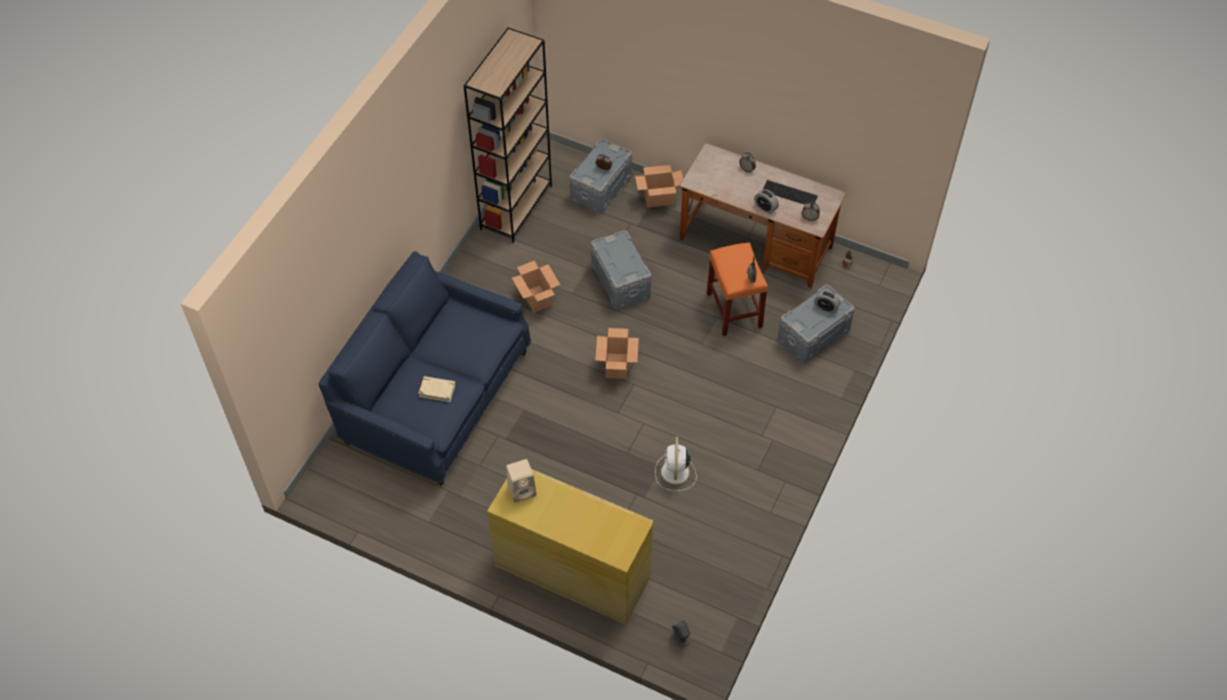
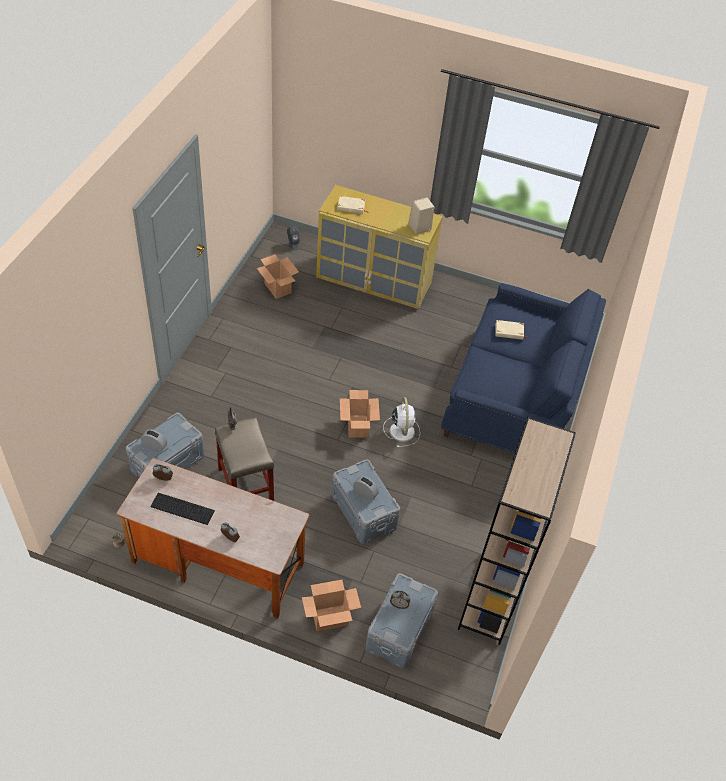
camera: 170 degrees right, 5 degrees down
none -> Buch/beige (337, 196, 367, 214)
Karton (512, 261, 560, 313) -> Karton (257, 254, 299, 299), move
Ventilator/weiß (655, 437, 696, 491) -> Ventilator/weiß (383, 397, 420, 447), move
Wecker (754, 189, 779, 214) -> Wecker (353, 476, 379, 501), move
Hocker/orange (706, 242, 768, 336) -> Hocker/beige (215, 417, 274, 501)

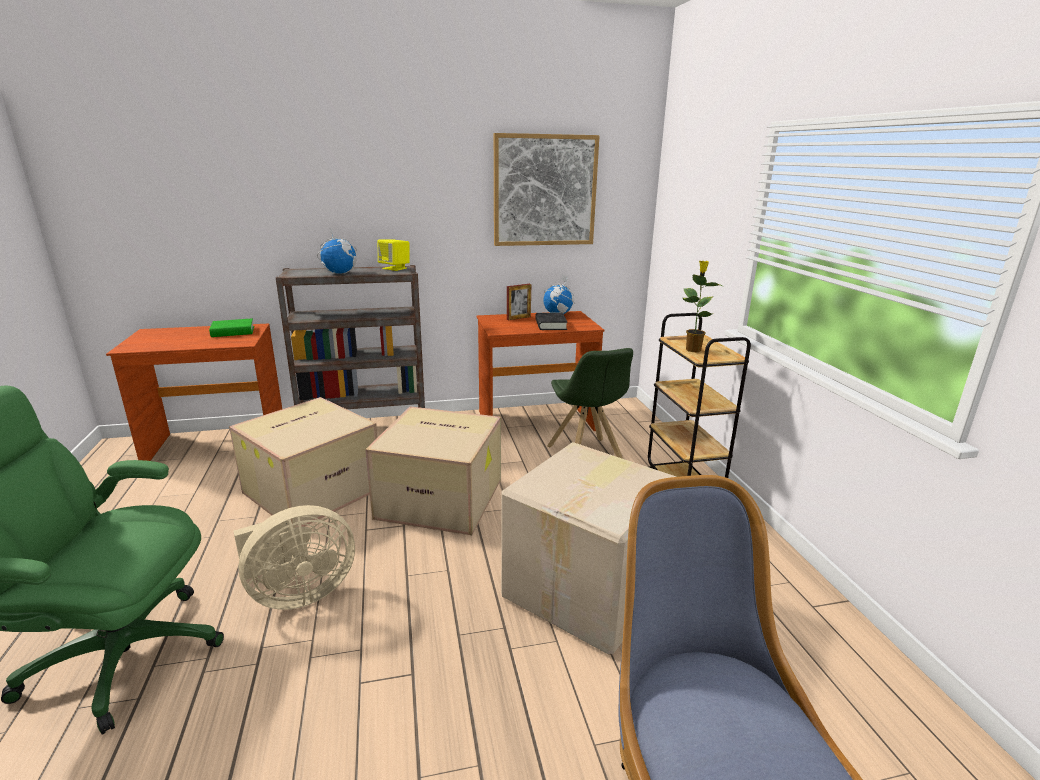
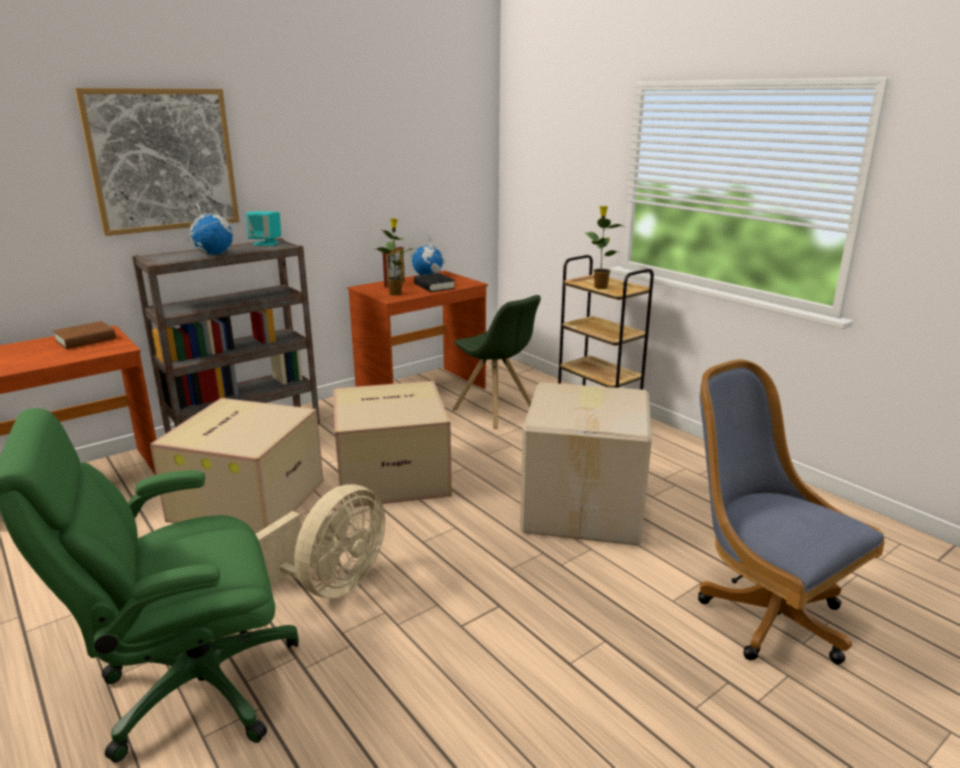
camera: 25 degrees left, 0 degrees up
none -> Topfpflanze (373, 218, 412, 296)
Bild (494, 133, 600, 246) -> Bild (75, 88, 239, 236), move
Buch/grün (209, 318, 254, 337) -> Buch/braun (53, 321, 116, 349)
Lautsprecher/gelb (378, 239, 409, 271) -> Lautsprecher/türkis (246, 211, 281, 246)

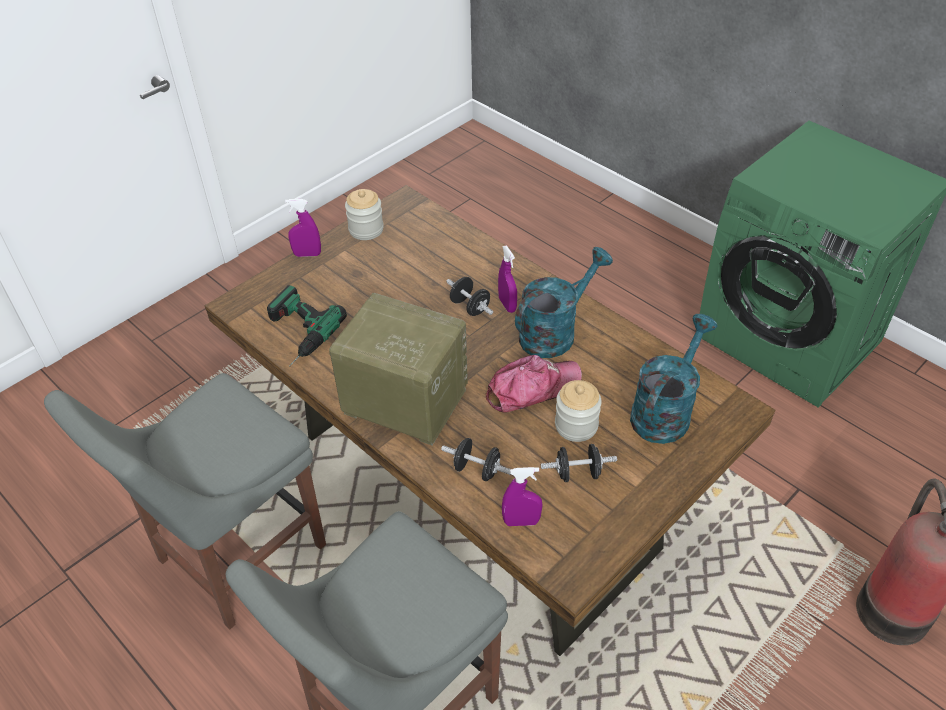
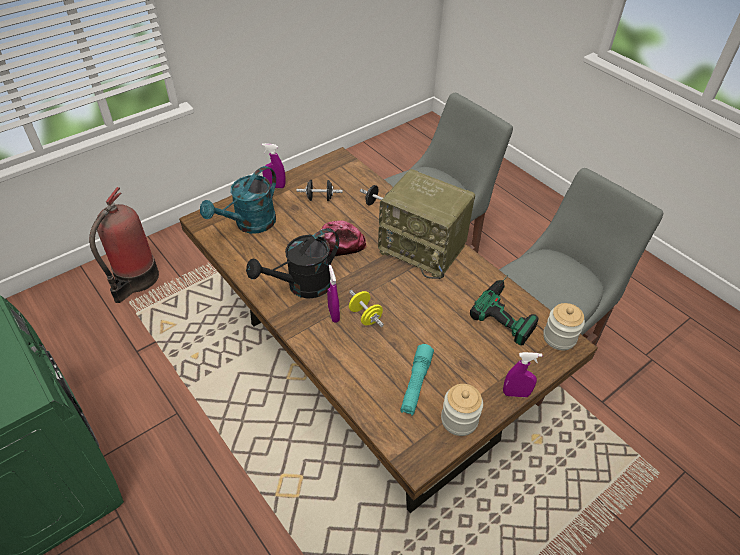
camera: 175 degrees left, 0 degrees up
none -> Taschenlampe/türkis (400, 344, 434, 416)
Sprühflasche/lila (502, 467, 543, 526) -> Sprühflasche/lila (262, 143, 286, 188), move
Vorratsglas (555, 380, 602, 442) -> Vorratsglas (543, 303, 585, 351), move
Hantel/schwarz (446, 277, 493, 316) -> Hantel/gelb (349, 290, 384, 327)
Gießkanne/türkis (515, 247, 613, 358) -> Gießkanne/schwarz (246, 228, 339, 299)

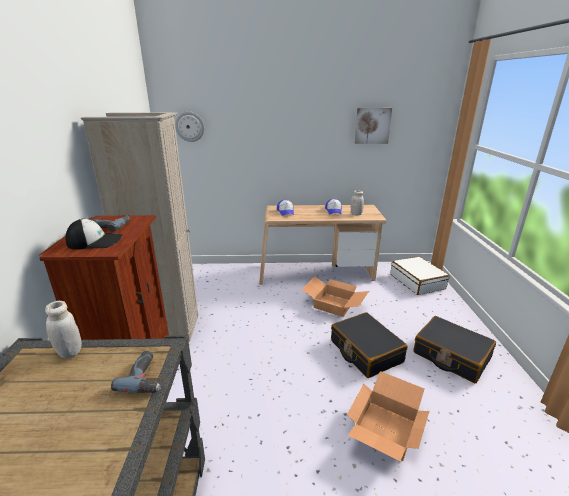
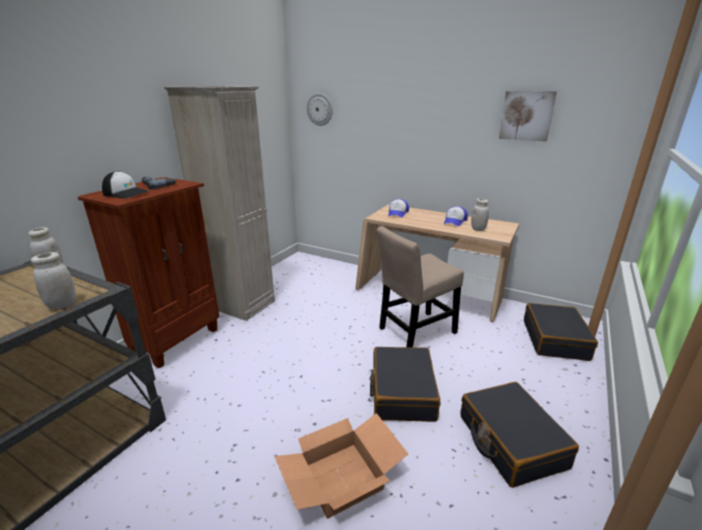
camera: 30 degrees right, 0 degrees up
Bohrmaschine (111, 351, 161, 393) -> Vorratsglas/weiß (31, 252, 76, 309)
Karton (301, 276, 369, 317) -> Stuhl/beige (376, 226, 464, 347)
Koffer/weiß (390, 256, 449, 295) -> Koffer/schwarz (524, 303, 598, 361)

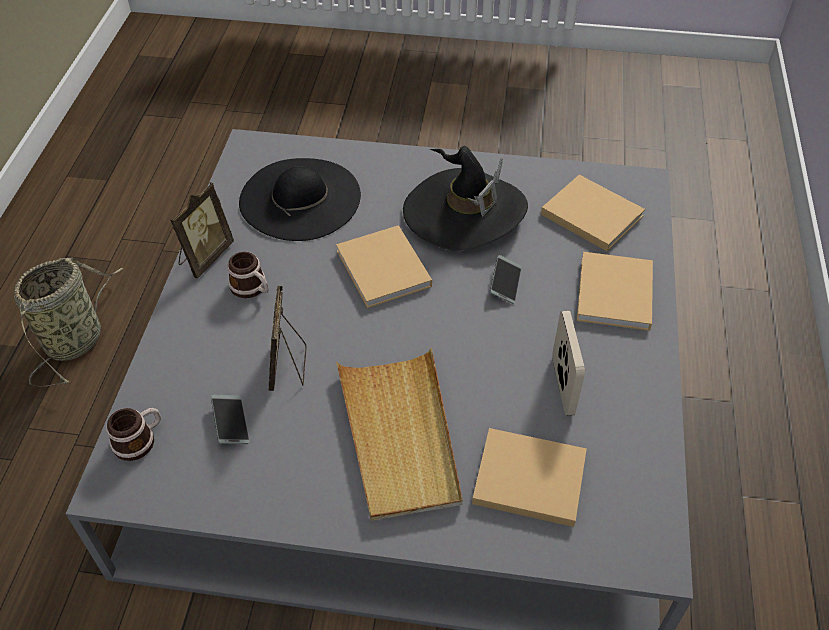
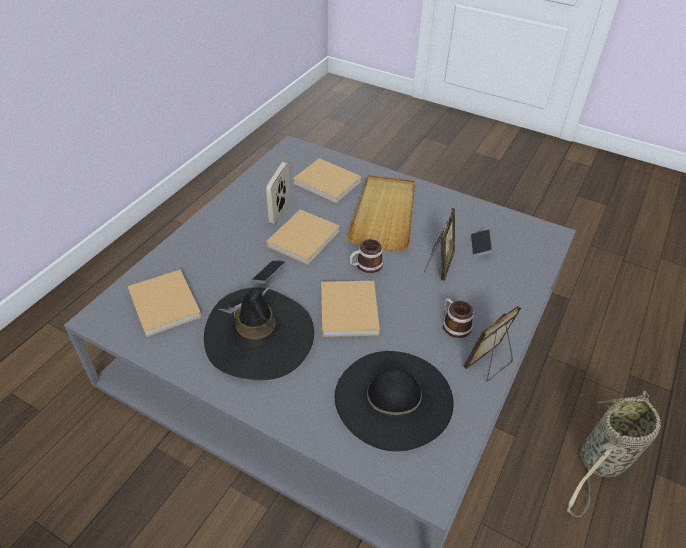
camera: 160 degrees left, 5 degrees down
Henkelbecher (106, 408, 161, 461) -> Henkelbecher (349, 239, 383, 273), move
Buch/beige (577, 252, 653, 331) -> Buch/beige (266, 210, 340, 265), move

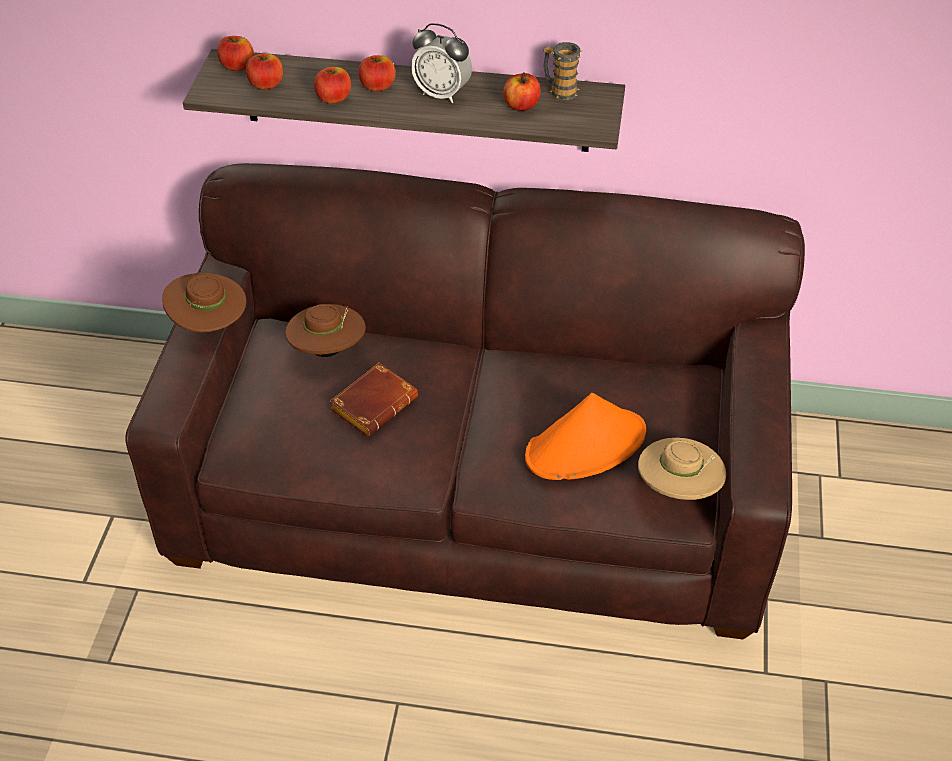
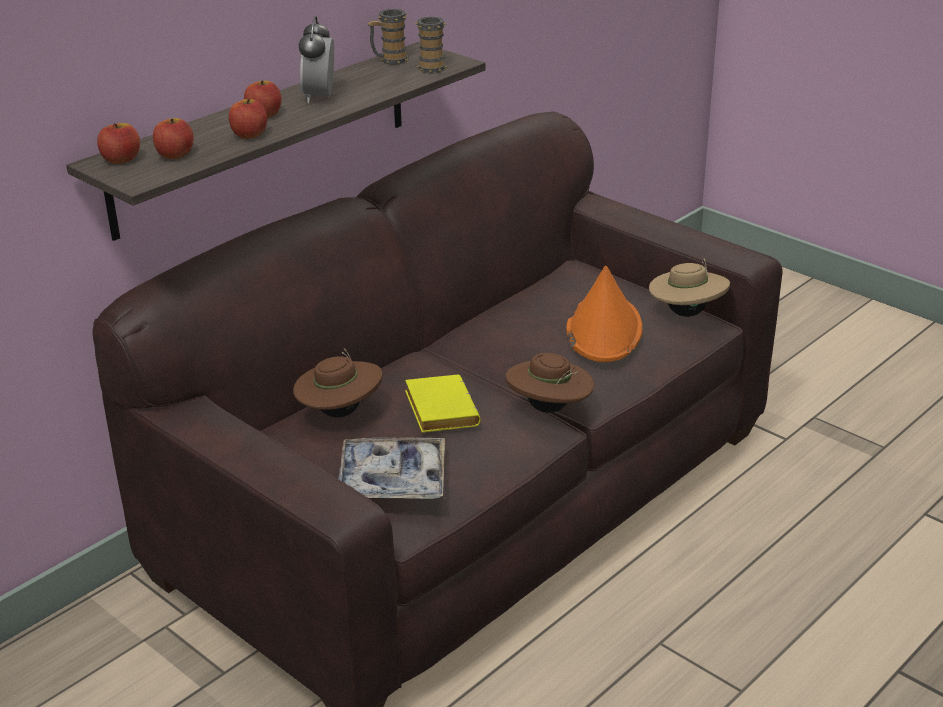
camera: 55 degrees left, 15 degrees down
Apfel (503, 72, 541, 111) -> none
none -> Tablett (338, 438, 445, 499)
none -> Henkelbecher (415, 17, 447, 74)
Hut/braun (162, 273, 247, 332) -> Hut/braun (506, 353, 594, 413), move
Buch/braun (329, 363, 418, 436) -> Buch/gelb (405, 374, 481, 433)
Wecker (411, 23, 472, 103) -> Wecker (299, 16, 334, 103), 120 degrees clockwise

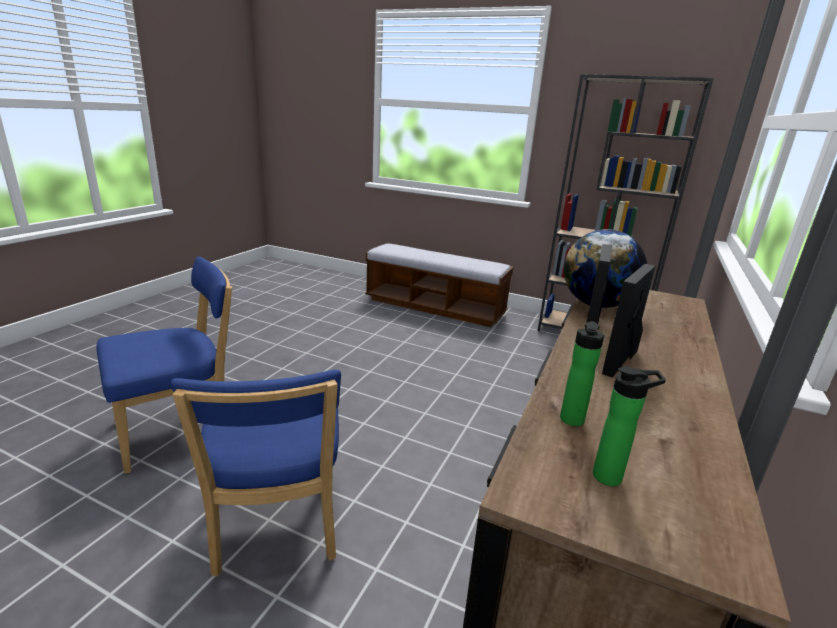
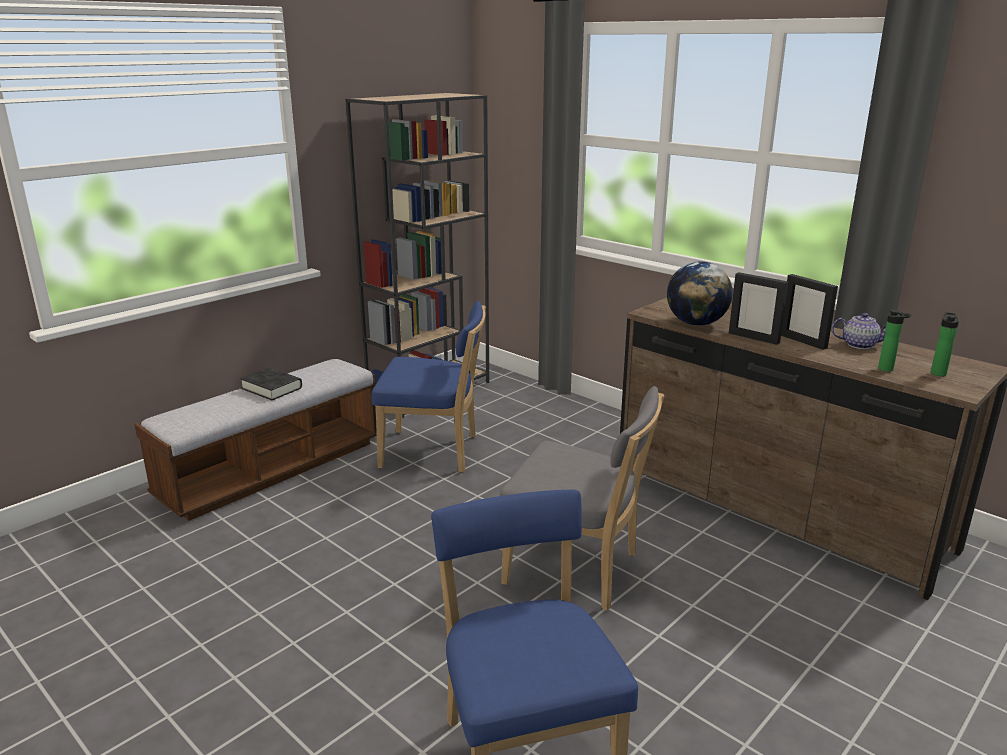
camera: 70 degrees left, 0 degrees up
none -> Buch/schwarz (240, 368, 302, 400)
none -> Stuhl/grau (500, 386, 664, 611)
none -> Teekanne (832, 313, 887, 349)
Stuhl/blau (171, 370, 341, 576) -> Stuhl/blau (372, 301, 486, 472), move

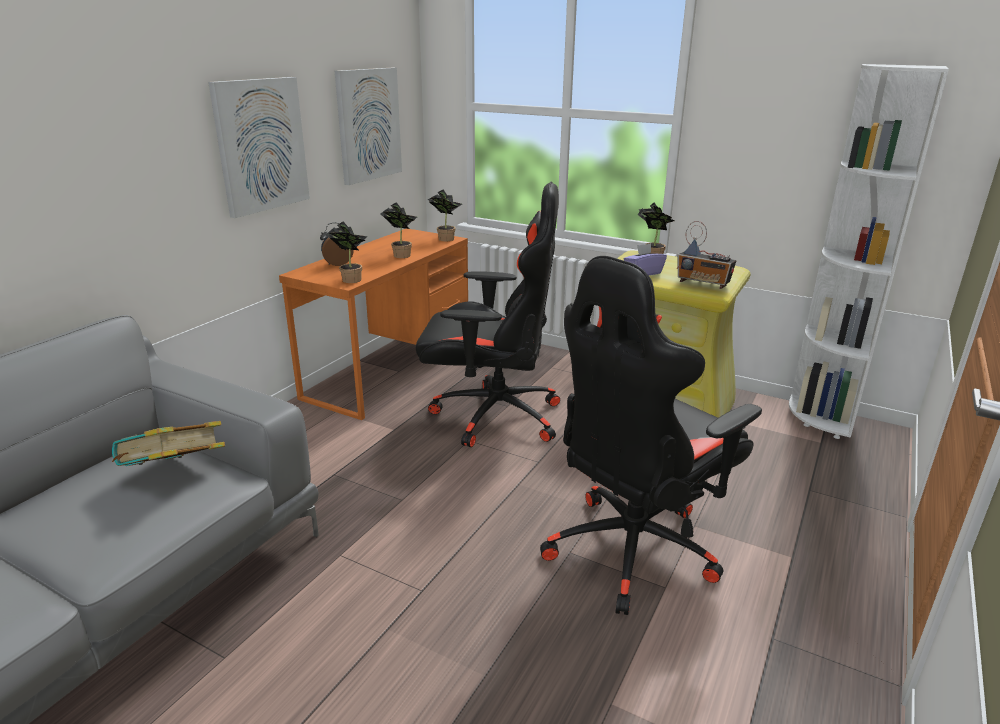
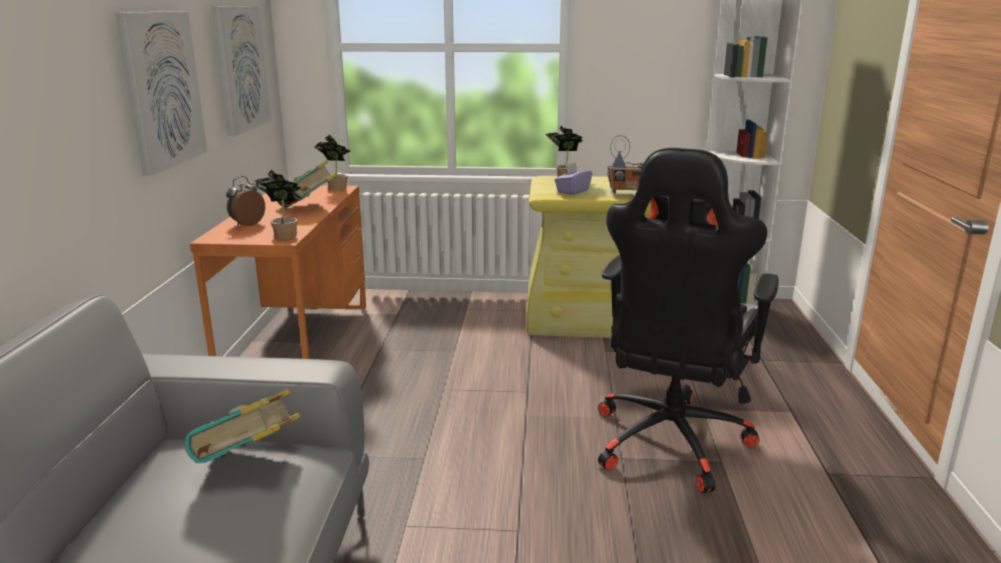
camera: 25 degrees left, 5 degrees down
Bürostuhl/schwarz (416, 182, 560, 447) -> none
Topfpflanze (380, 202, 417, 258) -> Buch (277, 160, 337, 208)

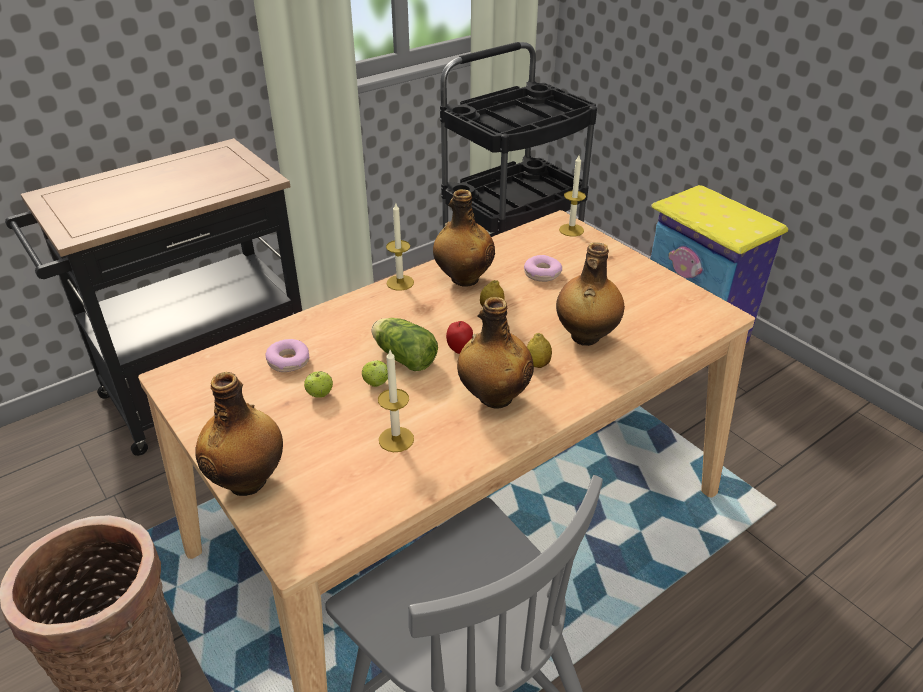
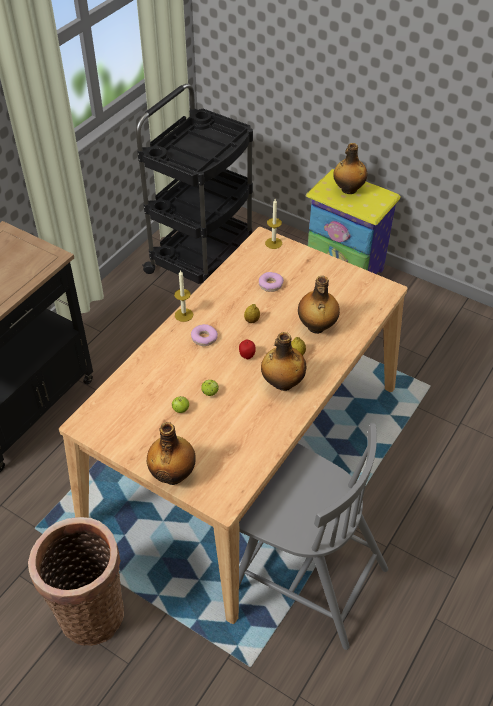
camera: 20 degrees left, 10 degrees up
Salatkopf (372, 318, 438, 371) -> none
Kerze (378, 350, 414, 452) -> none
Donut (266, 339, 309, 372) -> Donut (191, 324, 218, 346), move
Flasche (433, 189, 495, 287) -> Flasche (333, 143, 368, 194), move

